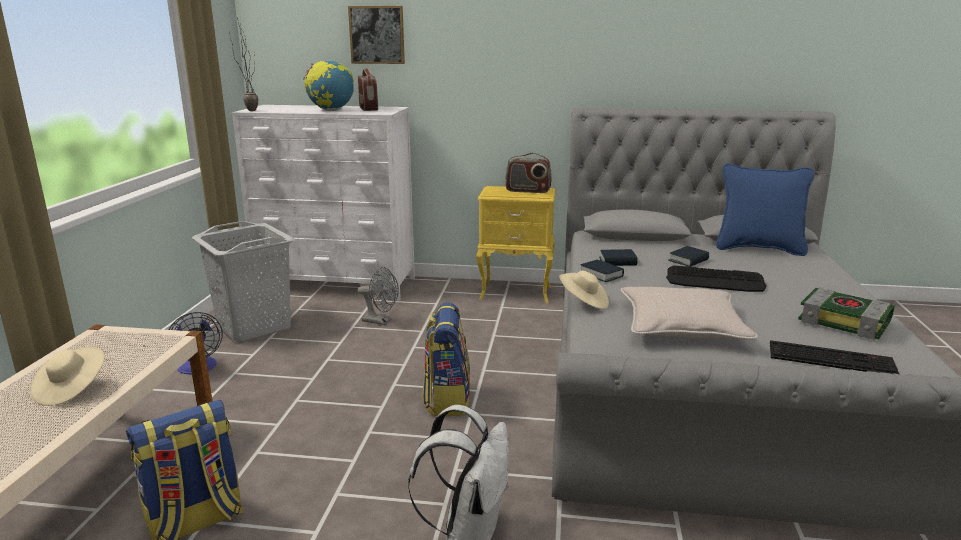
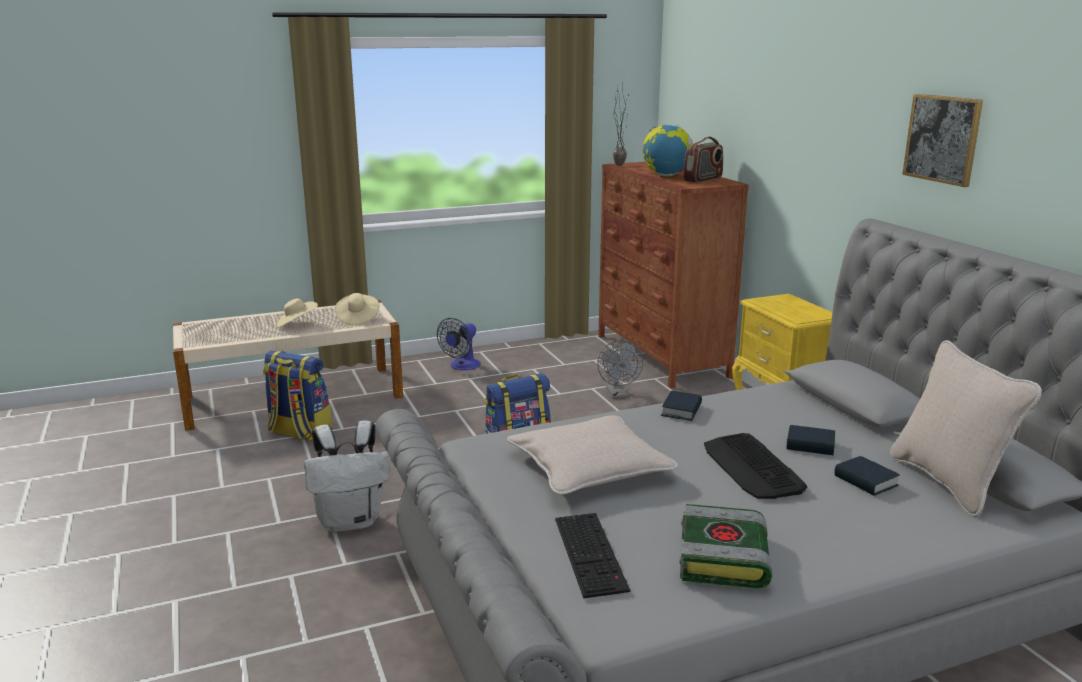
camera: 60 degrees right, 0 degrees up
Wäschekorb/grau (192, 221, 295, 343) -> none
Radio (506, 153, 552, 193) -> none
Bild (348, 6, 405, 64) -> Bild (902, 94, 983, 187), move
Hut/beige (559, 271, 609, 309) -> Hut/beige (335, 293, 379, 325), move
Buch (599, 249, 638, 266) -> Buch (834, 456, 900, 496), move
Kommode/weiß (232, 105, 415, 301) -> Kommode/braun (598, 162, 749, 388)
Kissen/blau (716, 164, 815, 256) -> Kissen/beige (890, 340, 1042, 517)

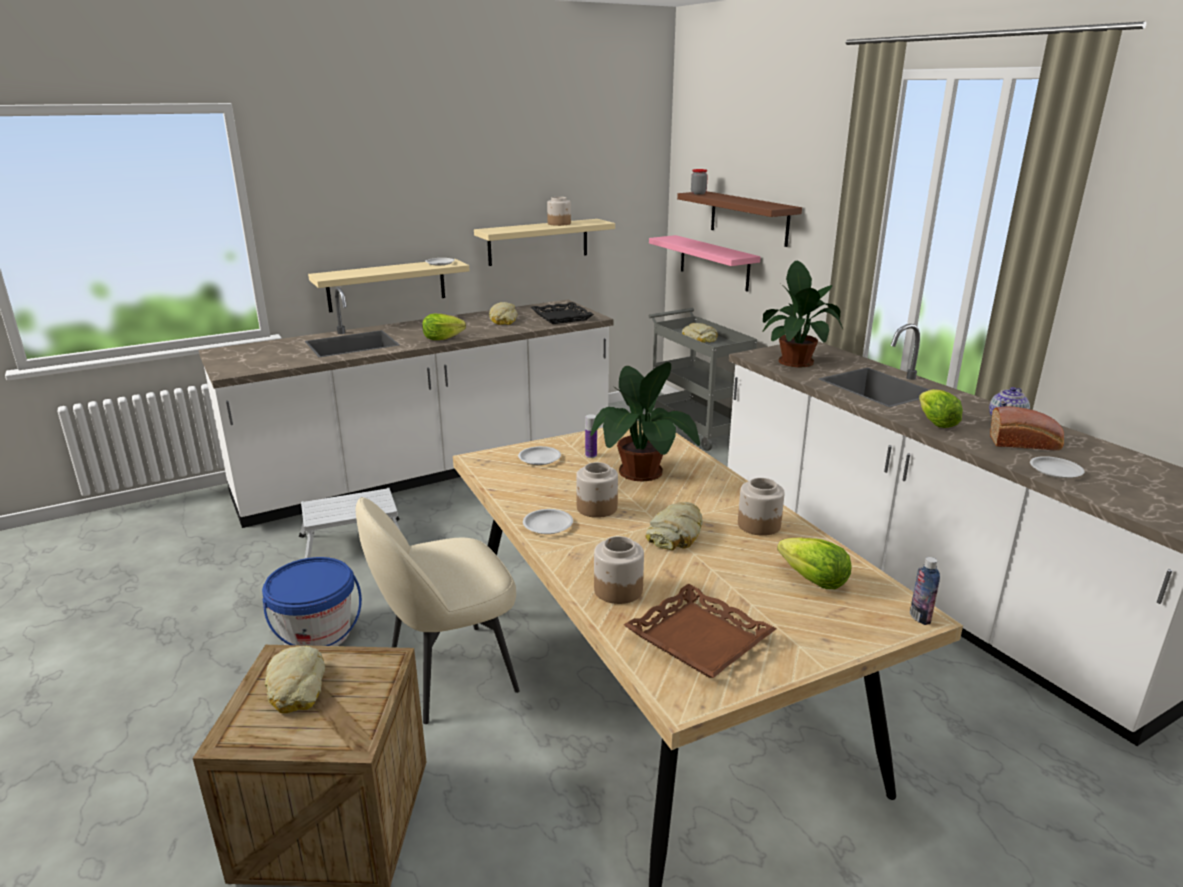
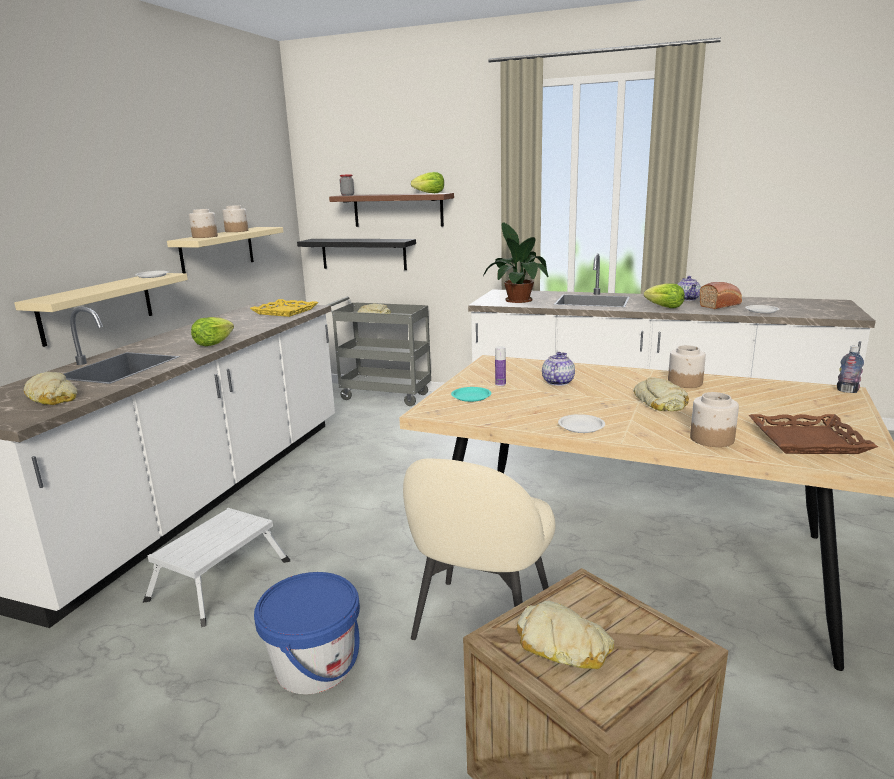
camera: 40 degrees left, 5 degrees down
Brot (489, 302, 518, 325) -> Brot (24, 372, 77, 405), move
Vorratsglas (576, 462, 618, 518) -> Vorratsglas (189, 209, 218, 238), move
Salatkopf (777, 537, 852, 589) -> Salatkopf (411, 172, 444, 193), move
Topfpflanze (590, 362, 700, 482) -> Teekanne (542, 352, 575, 386)
Teller/weiß (518, 446, 561, 465) -> Teller/türkis (451, 387, 491, 402)
Tablett/schwarz (531, 302, 594, 324) -> Tablett/gelb (250, 299, 318, 317)
Wandregal/rosa (649, 235, 761, 292) -> Wandregal/schwarz (297, 239, 416, 270)

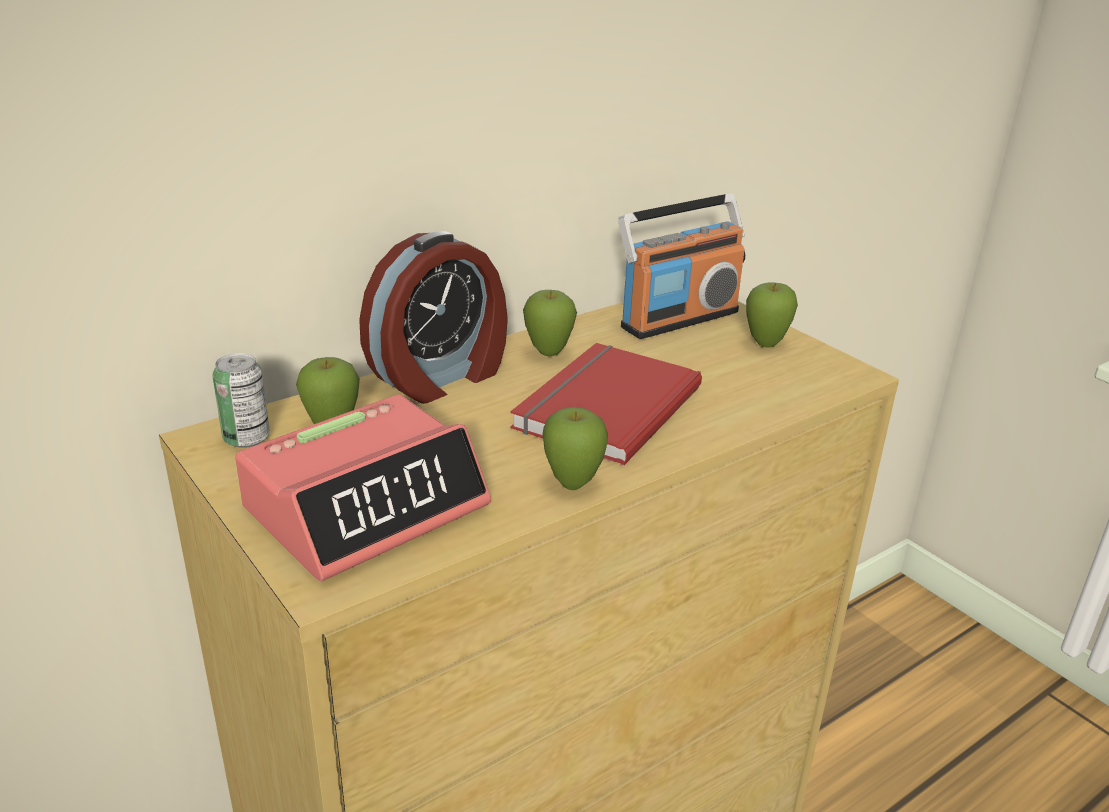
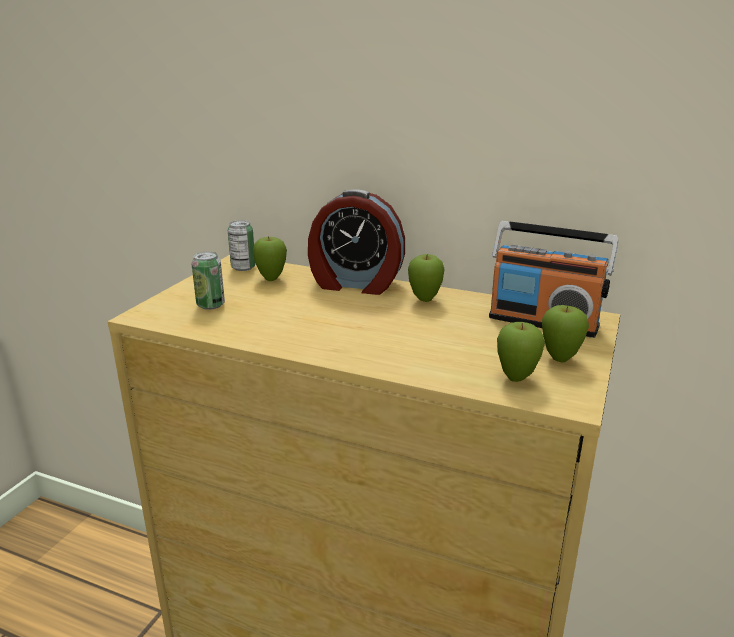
camera: 60 degrees right, 5 degrees down
Buch/rot (510, 343, 702, 465) -> none
Apfel (543, 407, 608, 490) -> Apfel (497, 322, 545, 382), move
Wecker (235, 394, 491, 581) -> Dose (192, 252, 225, 310)

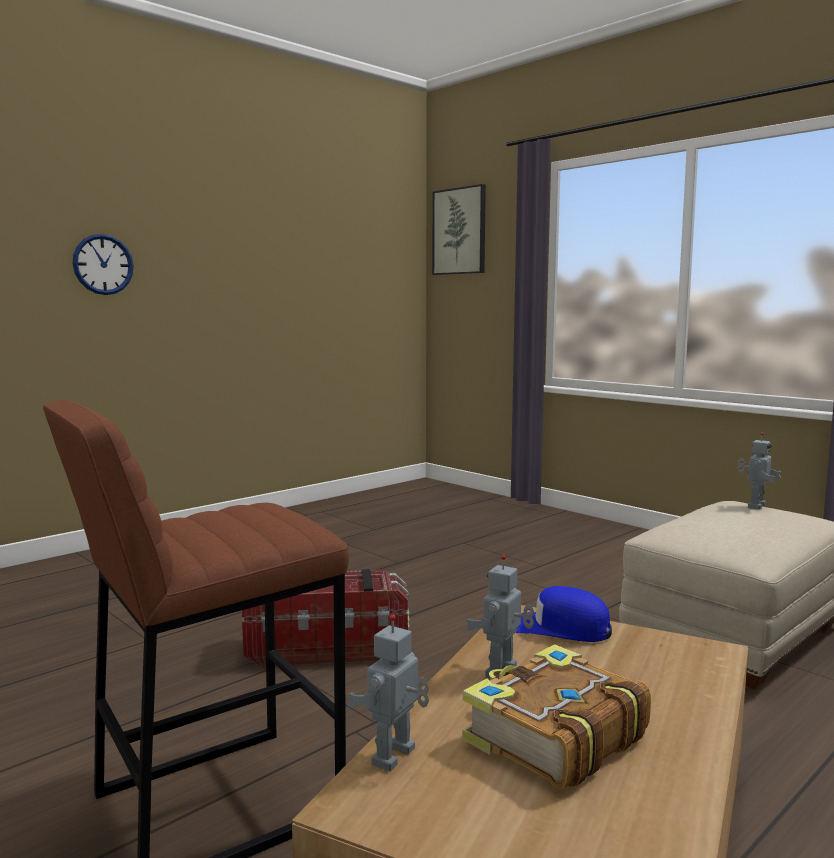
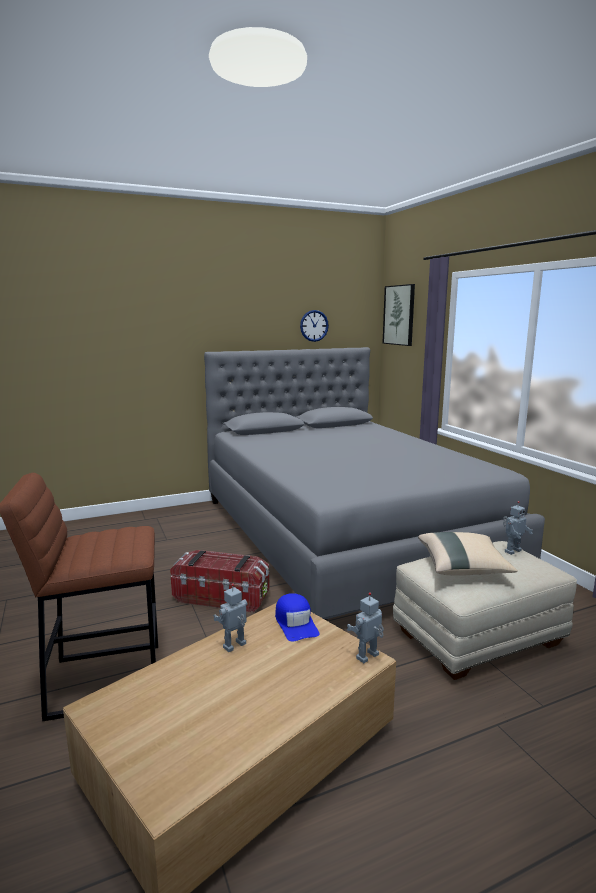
camera: 20 degrees right, 5 degrees up
Buch (462, 644, 651, 789) -> none
none -> Bett/grau (204, 347, 545, 621)
none -> Kissen/beige (418, 532, 518, 576)
Wanduhr (72, 234, 134, 295) -> Wanduhr (300, 310, 329, 342), move
Spielzeugroboter (347, 615, 429, 771) -> Spielzeugroboter (347, 592, 384, 663), move
Kappe/blau (515, 586, 612, 642) -> Kappe/blau (275, 593, 319, 641), 150 degrees counterclockwise

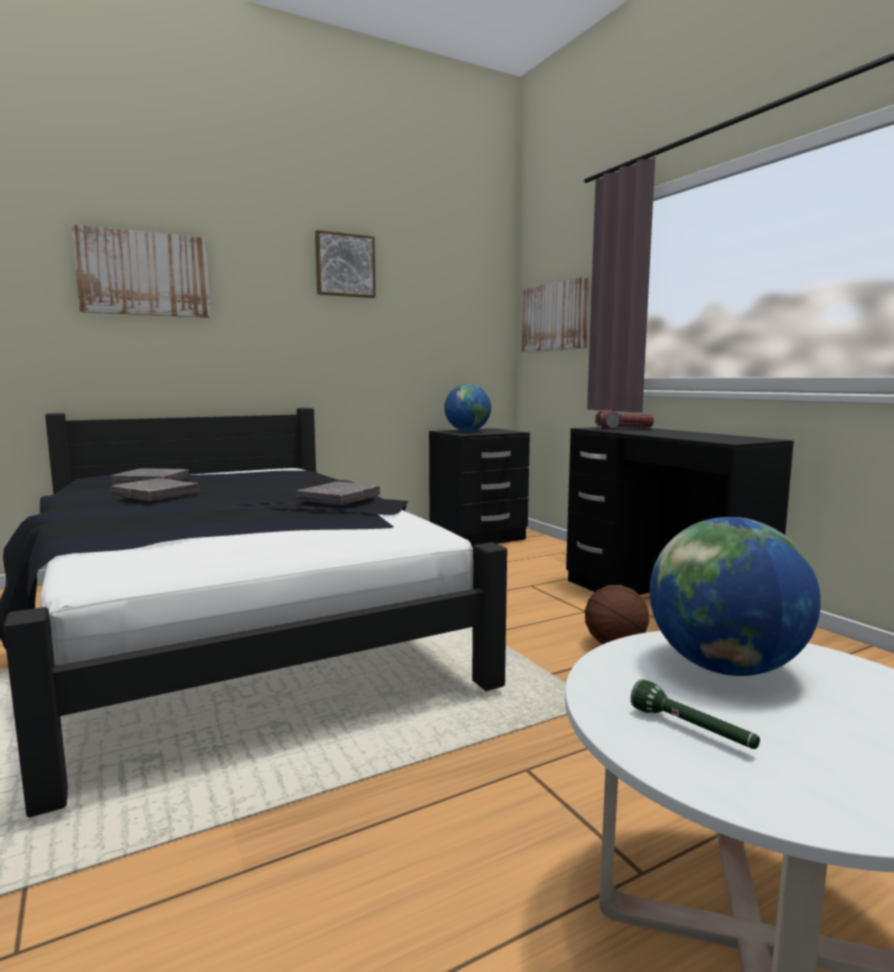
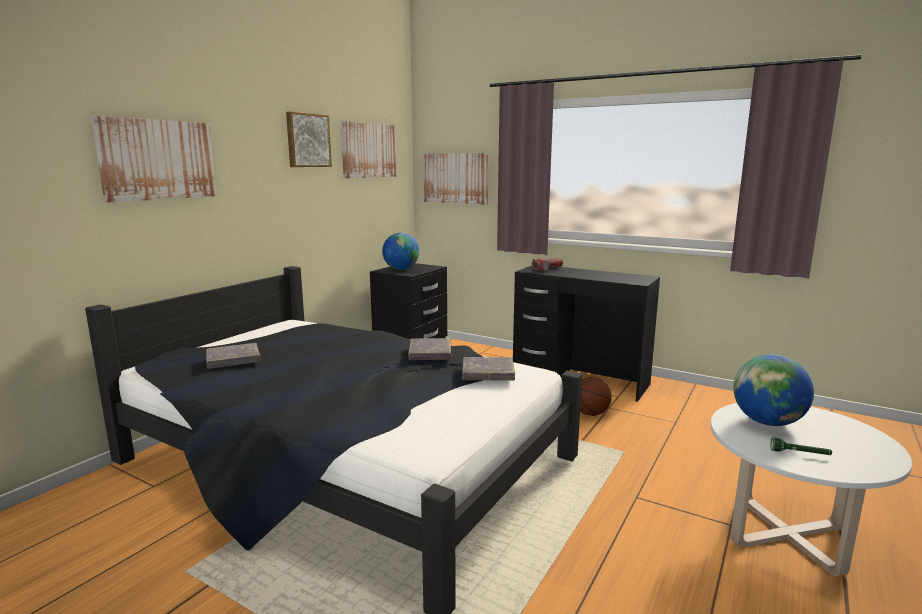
camera: 30 degrees left, 5 degrees up
none -> Bild (341, 121, 397, 178)
Buch/grau (110, 478, 199, 501) -> Buch/grau (462, 357, 515, 381), move

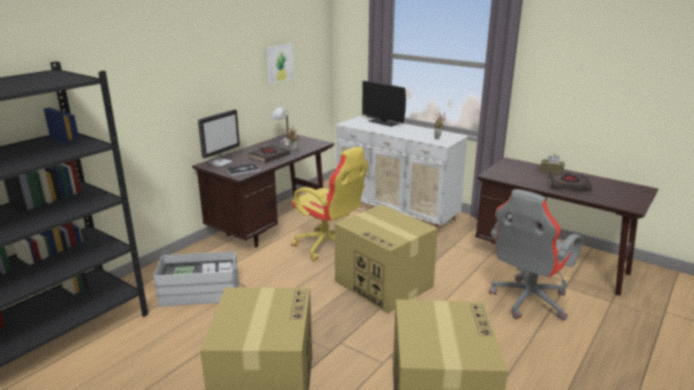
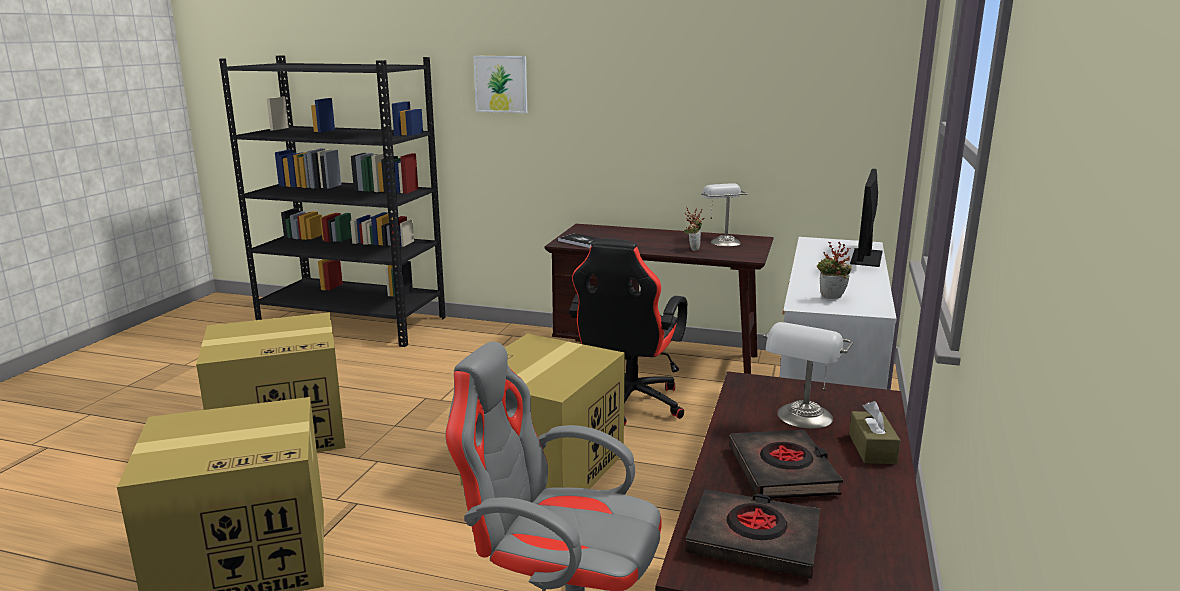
camera: 70 degrees right, 5 degrees down
Aufbewahrungsbox/grau (154, 251, 239, 307) -> none
Monitor (198, 109, 240, 167) -> none
none -> Tischlampe/weiß (763, 322, 853, 429)
Buch/schwarz (249, 145, 290, 163) -> Buch/schwarz (685, 489, 820, 579), move
Bild (267, 44, 294, 84) -> Bild (474, 56, 527, 113), move
Bürostuhl/gelb (291, 147, 369, 261) -> Bürostuhl/schwarz (569, 238, 687, 425)

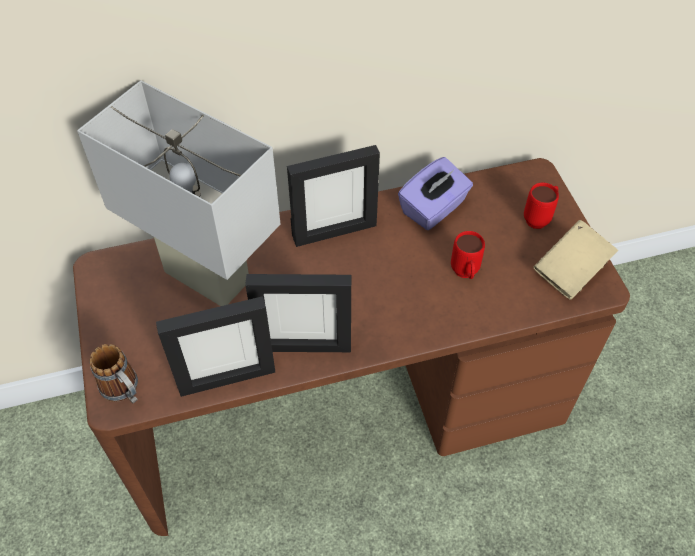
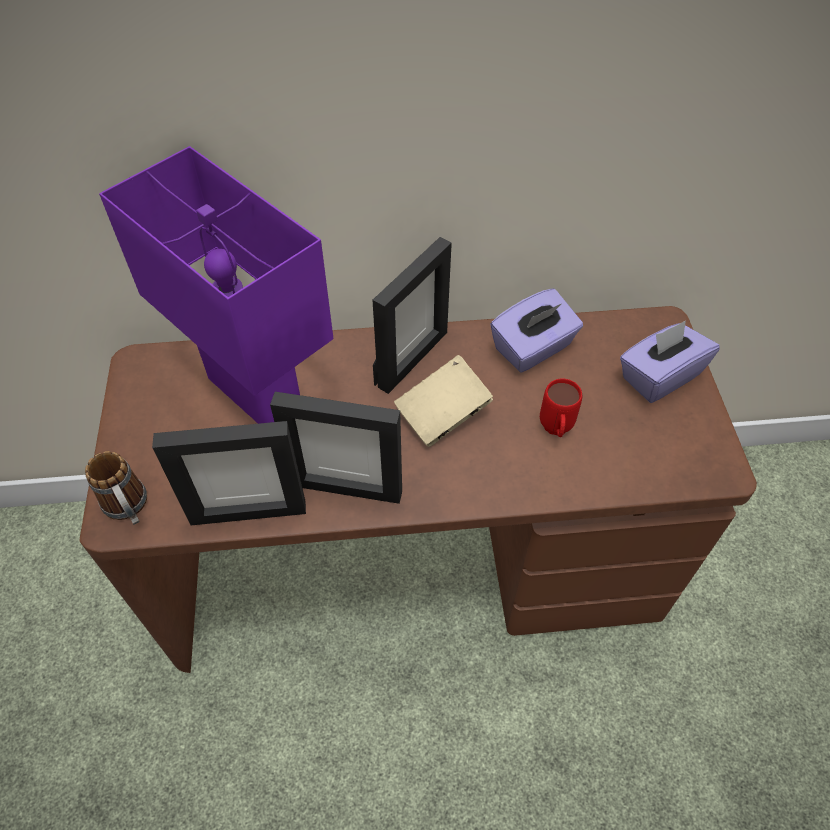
camera: 10 degrees right, 0 degrees up
Buch/beige (534, 220, 618, 299) -> Buch/beige (394, 355, 493, 447), move
Henkelbecher/rot (524, 183, 559, 229) -> Taschentuchbox/lila (620, 320, 720, 403)
Tischlampe/weiß (77, 80, 281, 306) -> Tischlampe/lila (99, 146, 334, 424)
Bilderrahmen (287, 145, 380, 247) -> Bilderrahmen (372, 237, 452, 394), 45 degrees counterclockwise

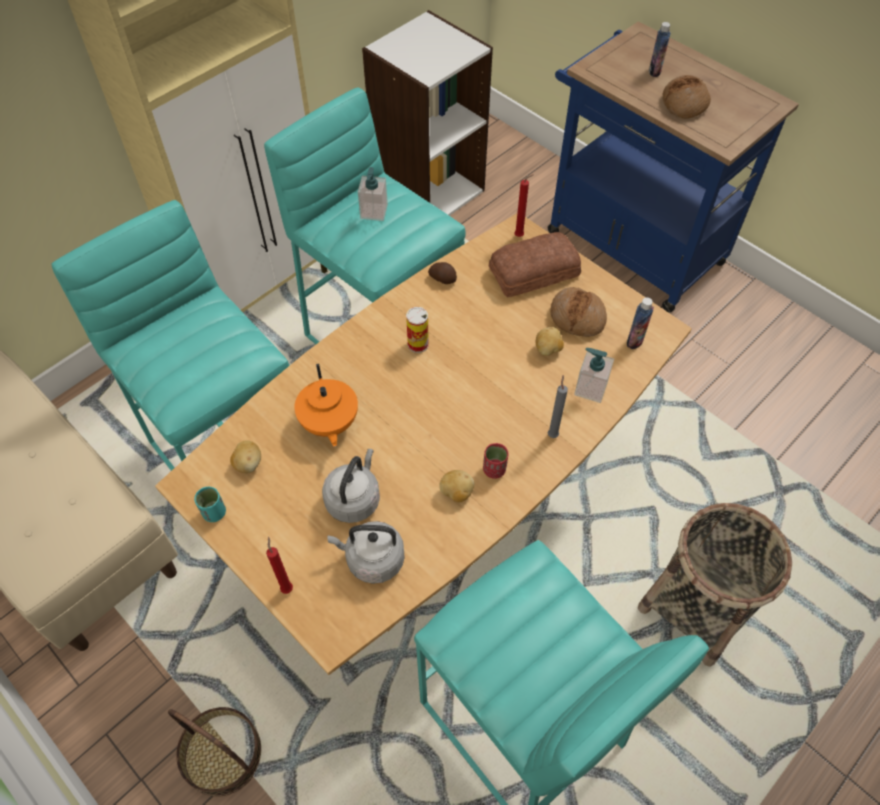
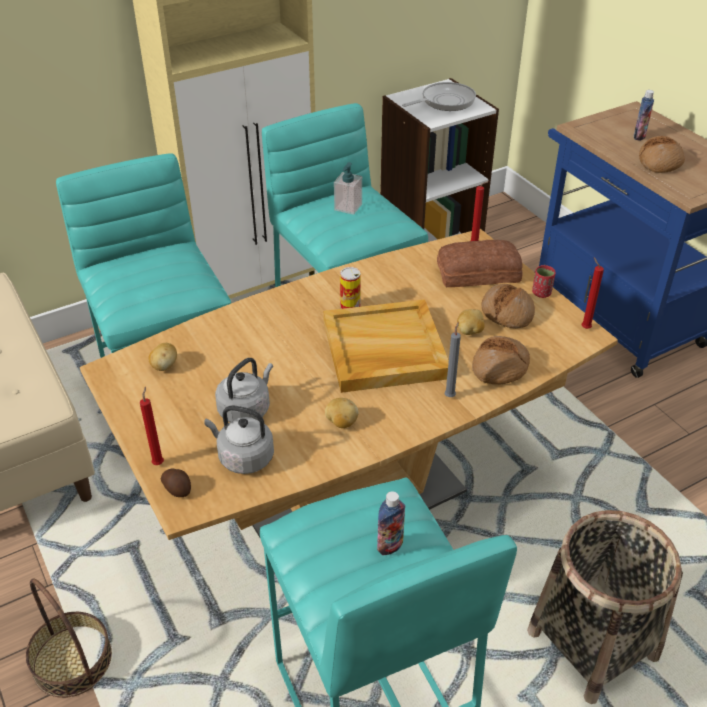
camera: 15 degrees right, 15 degrees down
Tasse/türkis (194, 487, 226, 522) -> none
Teekanne/orange (294, 364, 358, 447) -> none
none -> Tablett/beige (323, 299, 449, 393)
none -> Pfanne (402, 82, 476, 111)
none -> Kerze/rot (582, 257, 604, 329)
Kartoffel (428, 262, 457, 284) -> Kartoffel (161, 469, 191, 497), move
Tasse/rot (483, 443, 509, 479) -> Tasse/rot (532, 265, 556, 298), move
Flasche (627, 297, 654, 349) -> Flasche (377, 491, 405, 555), move
Seifenspender (574, 348, 614, 403) -> Brot (472, 336, 530, 384)

